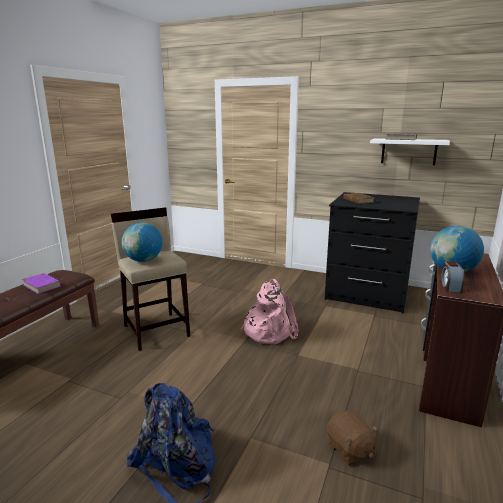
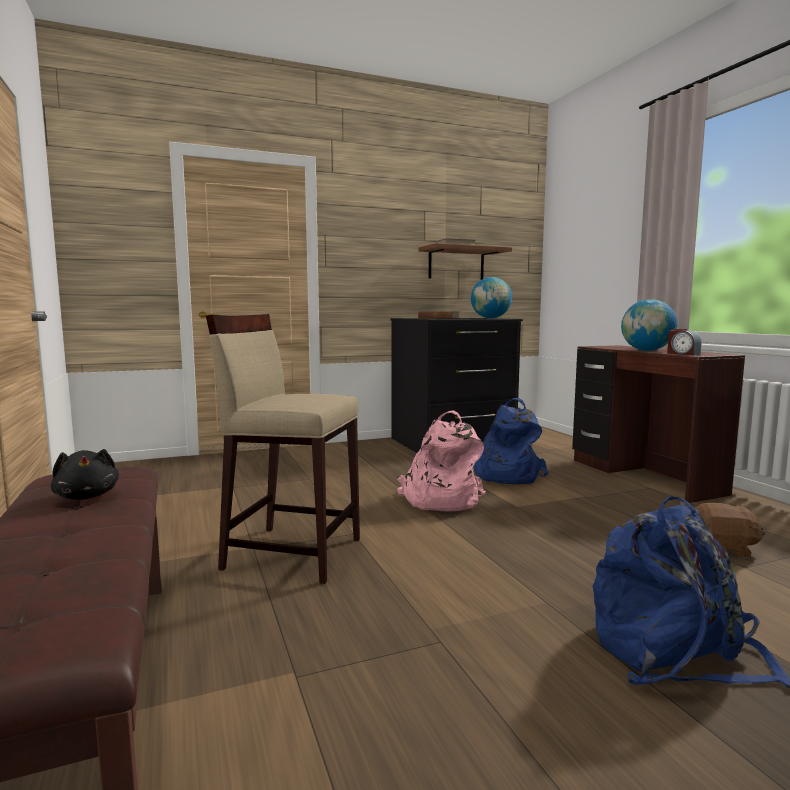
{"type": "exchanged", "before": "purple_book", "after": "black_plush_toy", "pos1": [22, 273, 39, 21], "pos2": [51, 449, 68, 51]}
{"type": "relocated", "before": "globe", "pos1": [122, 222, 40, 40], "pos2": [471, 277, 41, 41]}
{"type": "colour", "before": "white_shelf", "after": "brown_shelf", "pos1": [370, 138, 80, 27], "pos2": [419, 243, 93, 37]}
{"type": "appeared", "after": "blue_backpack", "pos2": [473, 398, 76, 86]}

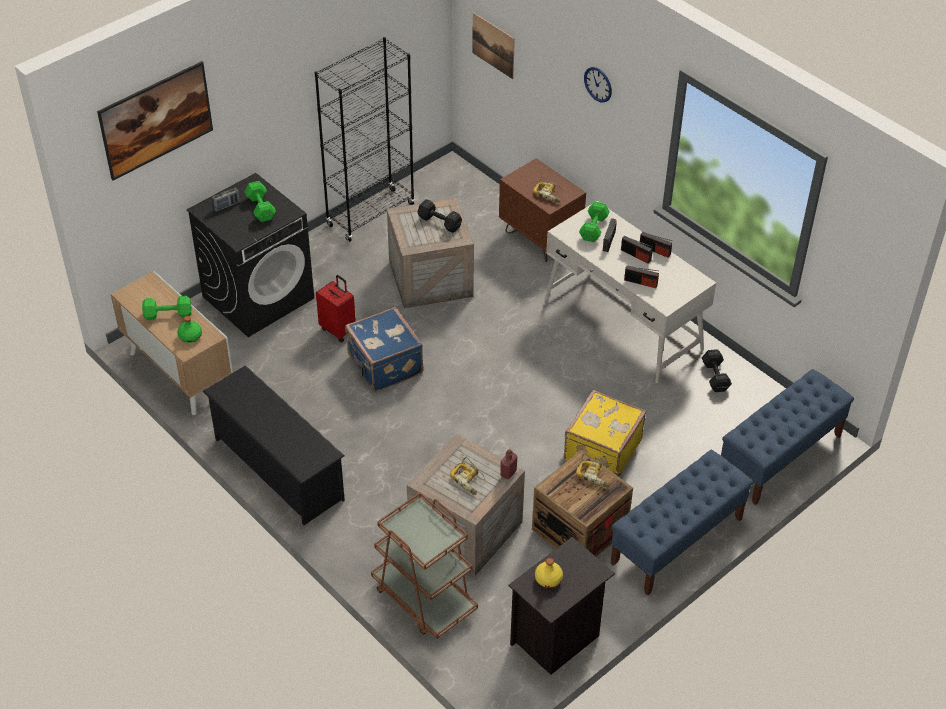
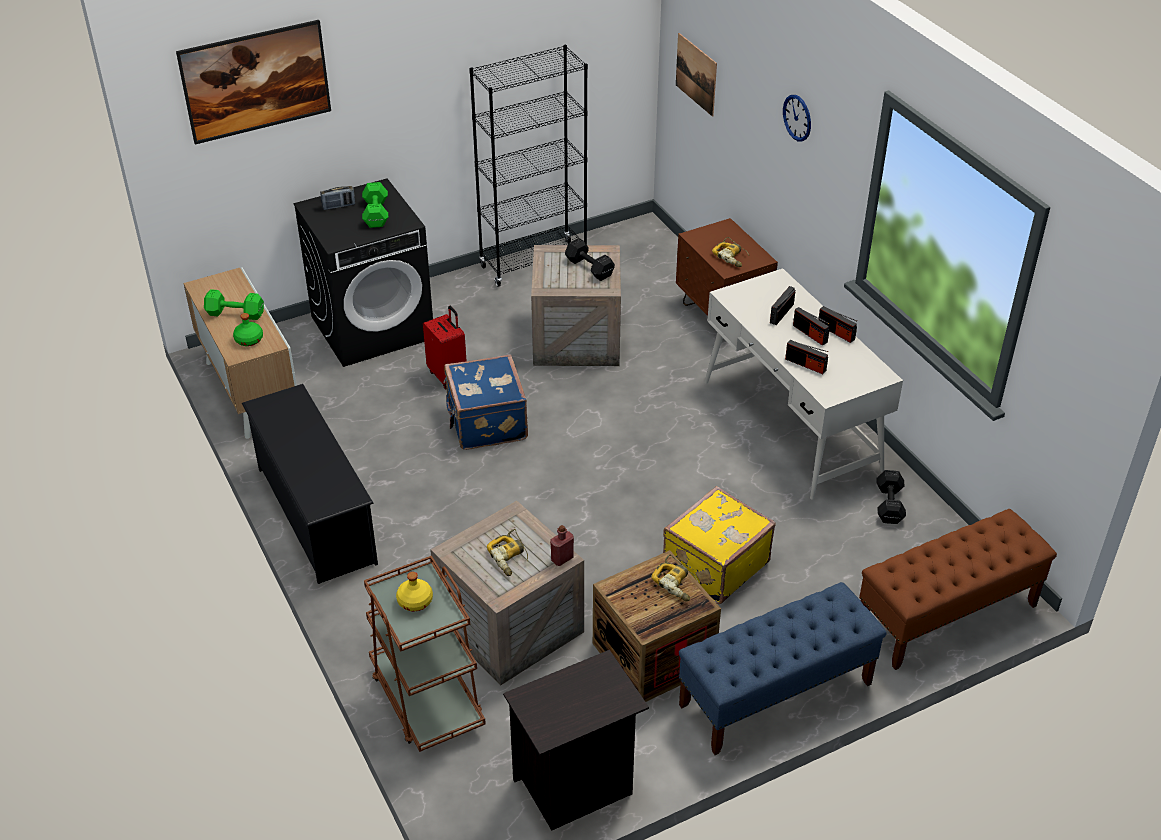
{"type": "relocated", "before": "yellow_bottle", "pos1": [535, 558, 28, 30], "pos2": [396, 572, 37, 40]}
{"type": "missing", "before": "green_dumbbell", "pos1": [579, 201, 31, 41]}
{"type": "colour", "before": "blue_bench", "after": "brown_bench", "pos1": [721, 369, 133, 136], "pos2": [859, 509, 198, 161]}

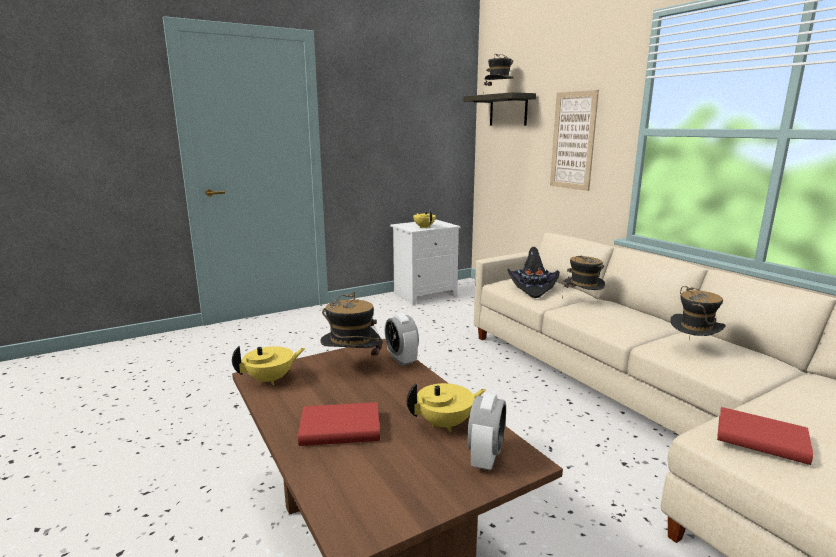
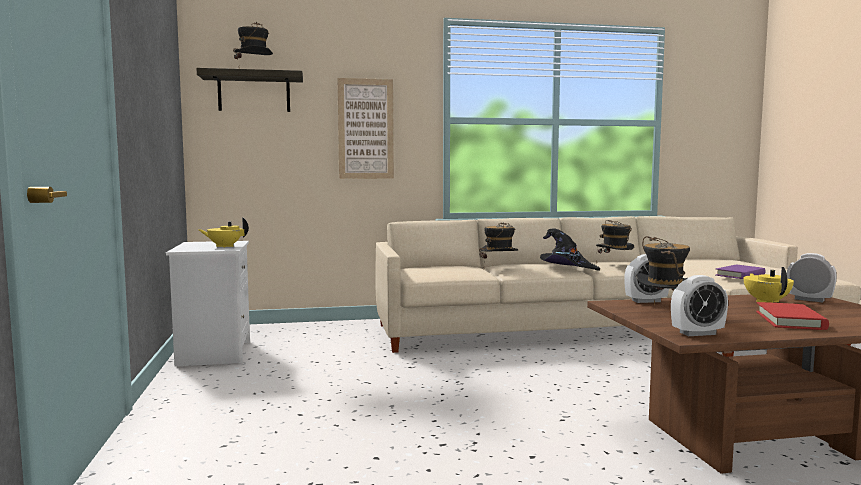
{"type": "exchanged", "before": "yellow_teapot", "after": "alarm_clock", "pos1": [232, 346, 73, 40], "pos2": [671, 275, 57, 61]}
{"type": "relocated", "before": "black_hat", "pos1": [507, 247, 53, 51], "pos2": [540, 228, 60, 43]}
{"type": "colour", "before": "red_book", "after": "purple_book", "pos1": [717, 407, 96, 58], "pos2": [715, 265, 51, 14]}

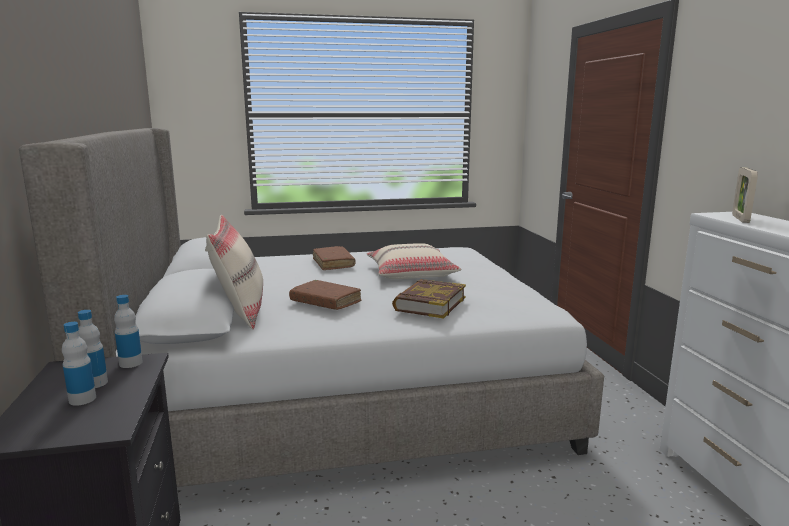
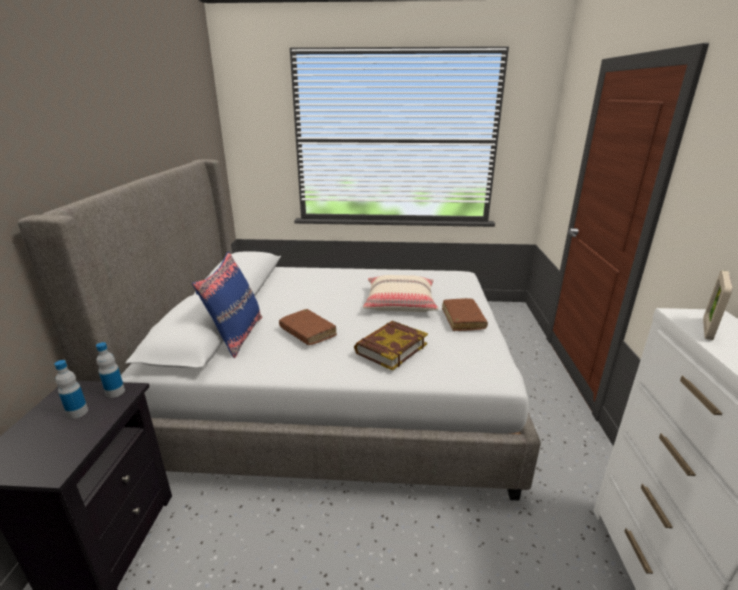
{"type": "missing", "before": "bottle", "pos1": [62, 322, 34, 84]}
{"type": "colour", "before": "beige_pillow", "after": "blue_pillow", "pos1": [205, 215, 58, 114], "pos2": [192, 252, 70, 106]}
{"type": "relocated", "before": "brown_book", "pos1": [313, 246, 43, 24], "pos2": [442, 298, 46, 33]}

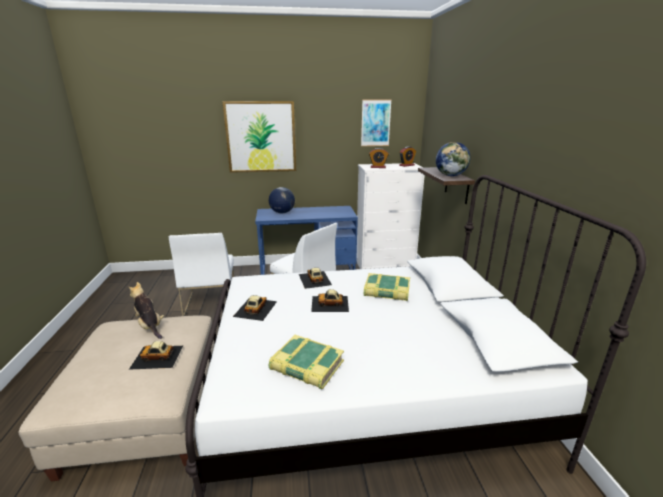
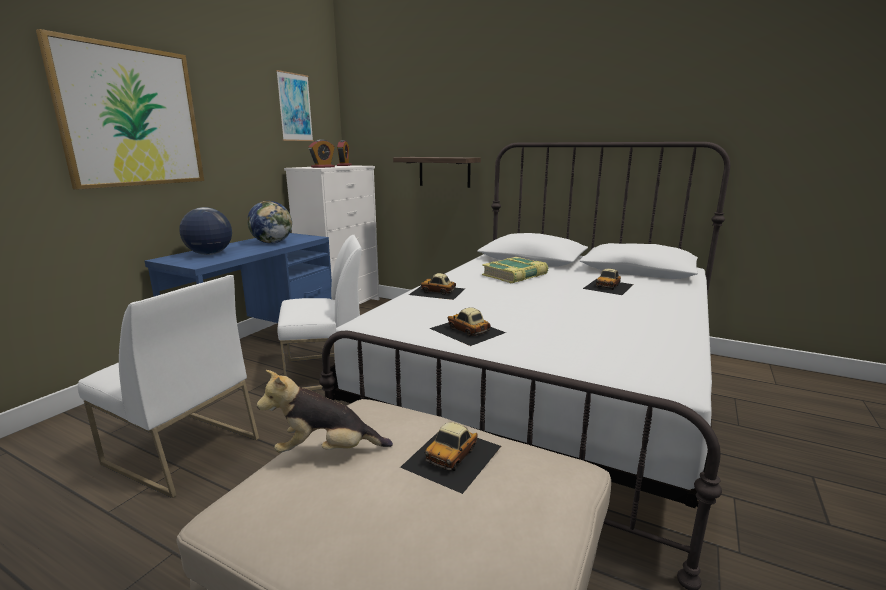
{"type": "missing", "before": "book", "pos1": [269, 335, 75, 54]}
{"type": "relocated", "before": "toy_car", "pos1": [311, 289, 38, 23], "pos2": [583, 269, 51, 26]}
{"type": "relocated", "before": "globe", "pos1": [436, 142, 35, 34], "pos2": [247, 201, 45, 43]}

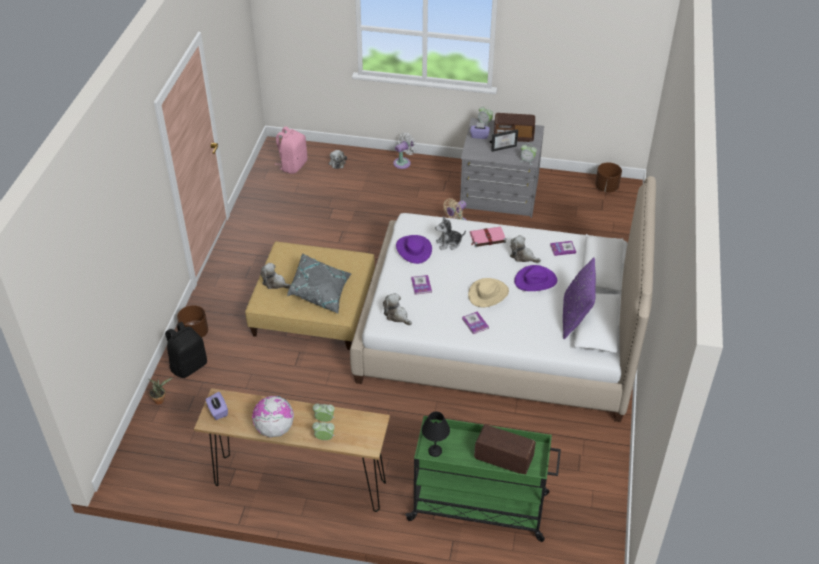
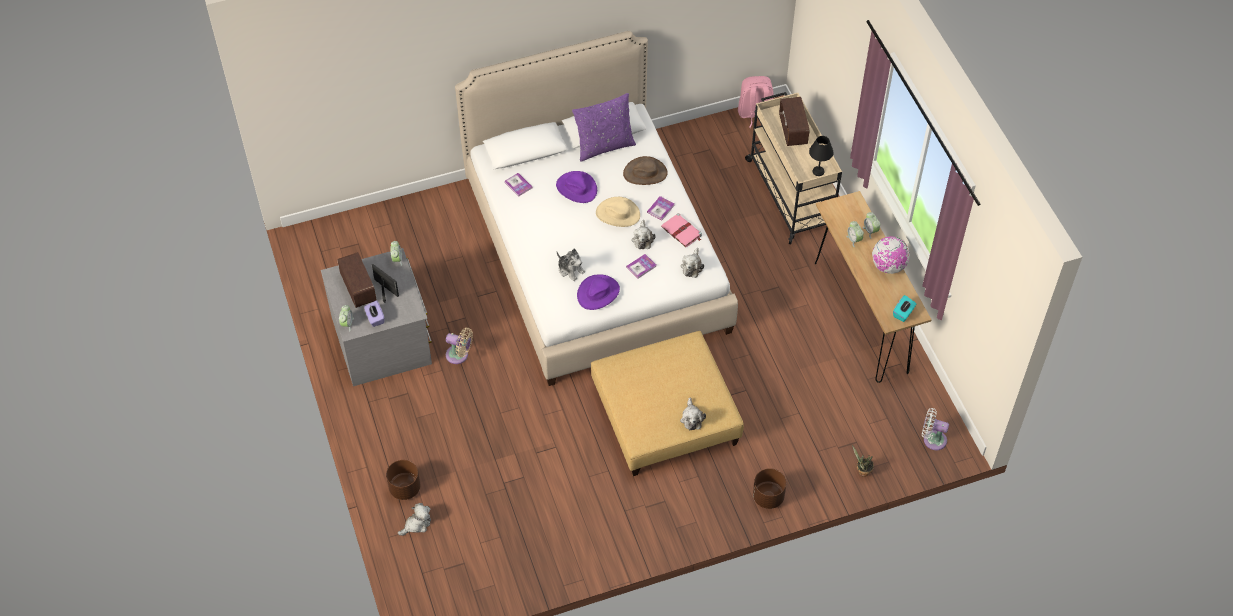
{"type": "missing", "before": "black_backpack", "pos1": [165, 322, 42, 56]}
{"type": "colour", "before": "purple_tissue_box", "after": "turquoise_tissue_box", "pos1": [206, 392, 22, 28], "pos2": [893, 295, 23, 27]}
{"type": "relocated", "before": "pink_backpack", "pos1": [275, 126, 32, 48], "pos2": [738, 76, 36, 52]}
{"type": "missing", "before": "grey_pillow", "pos1": [287, 254, 65, 60]}
{"type": "relocated", "before": "white_fan", "pos1": [393, 133, 24, 36], "pos2": [922, 408, 27, 42]}
{"type": "colour", "before": "green_cart", "after": "beige_cart", "pos1": [405, 416, 156, 126], "pos2": [745, 92, 97, 152]}
{"type": "relocated", "before": "pink_book", "pos1": [470, 227, 36, 20], "pos2": [661, 213, 41, 34]}
{"type": "relocated", "before": "plush_toy", "pos1": [510, 235, 31, 28], "pos2": [631, 220, 25, 29]}
{"type": "relocated", "before": "brown_planter", "pos1": [595, 162, 27, 30], "pos2": [386, 460, 34, 40]}
{"type": "appeared", "after": "brown_hat", "pos2": [623, 156, 45, 29]}

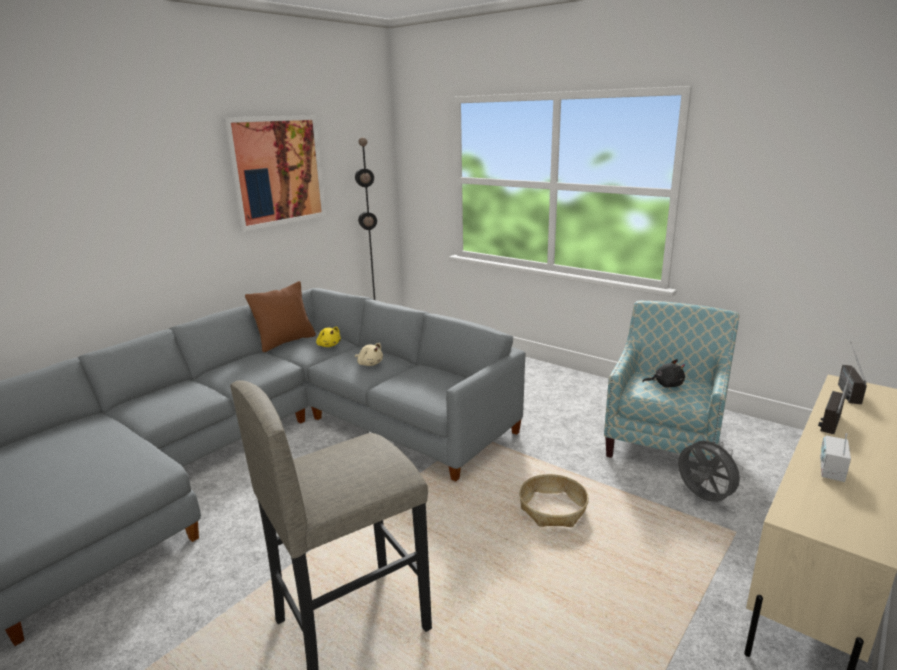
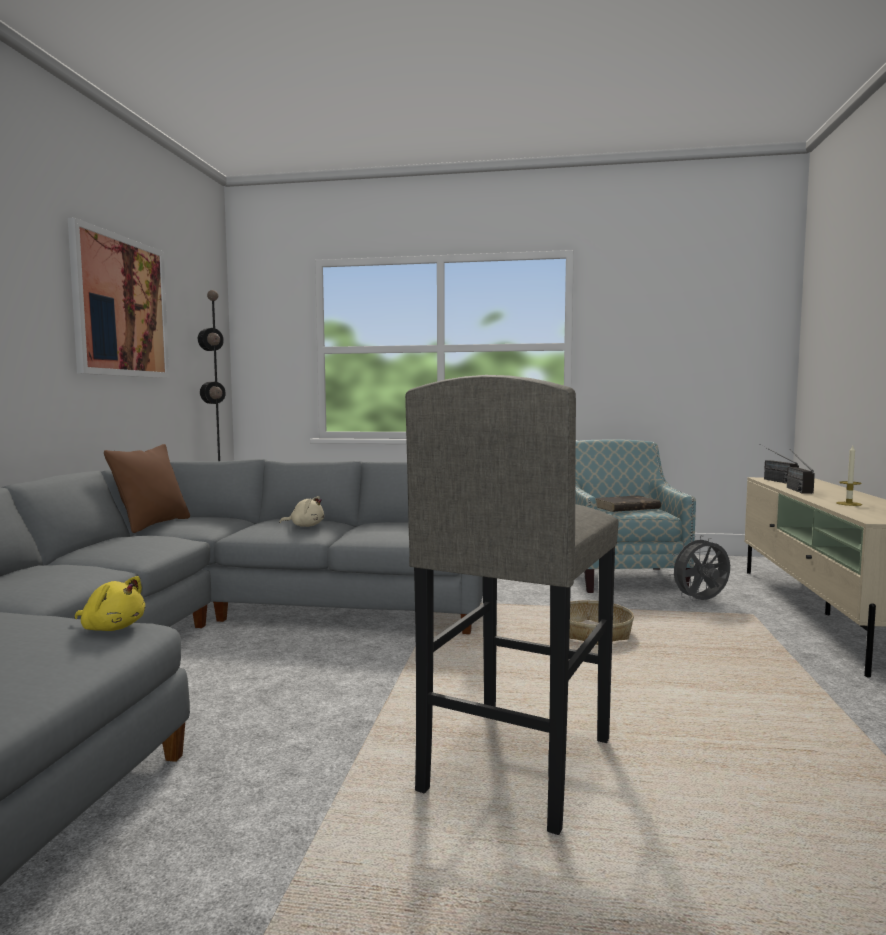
{"type": "relocated", "before": "yellow_plush_toy", "pos1": [316, 327, 25, 20], "pos2": [75, 576, 70, 55]}
{"type": "exchanged", "before": "black_plush_toy", "after": "brown_book", "pos1": [642, 359, 43, 29], "pos2": [595, 495, 66, 17]}
{"type": "spun", "before": "grey_fan", "pos1": [678, 436, 67, 66], "pos2": [669, 535, 61, 66], "turn": -45}
{"type": "exchanged", "before": "radio", "after": "candle", "pos1": [820, 433, 31, 49], "pos2": [836, 446, 26, 60]}

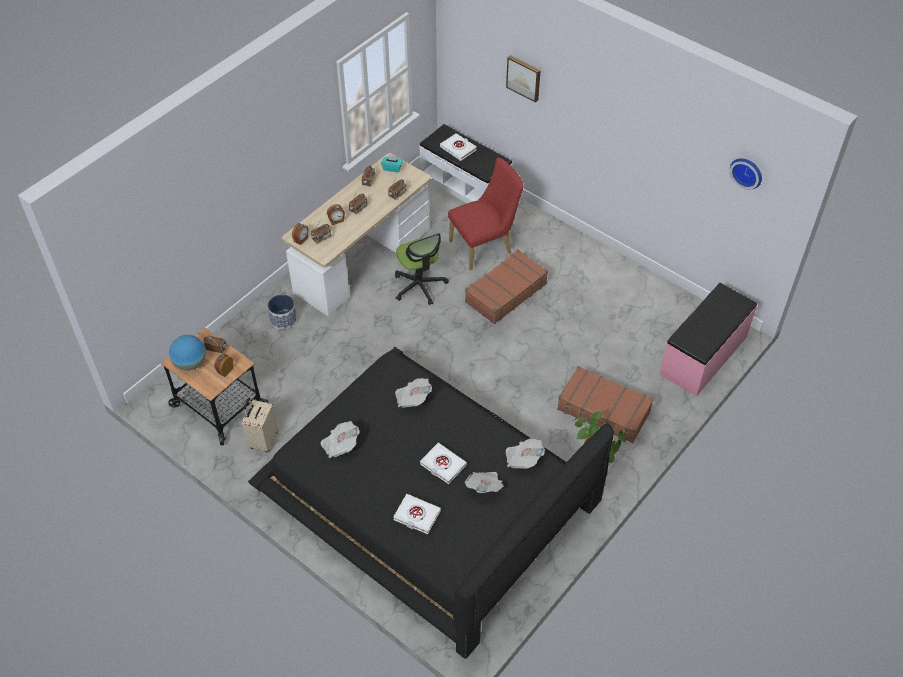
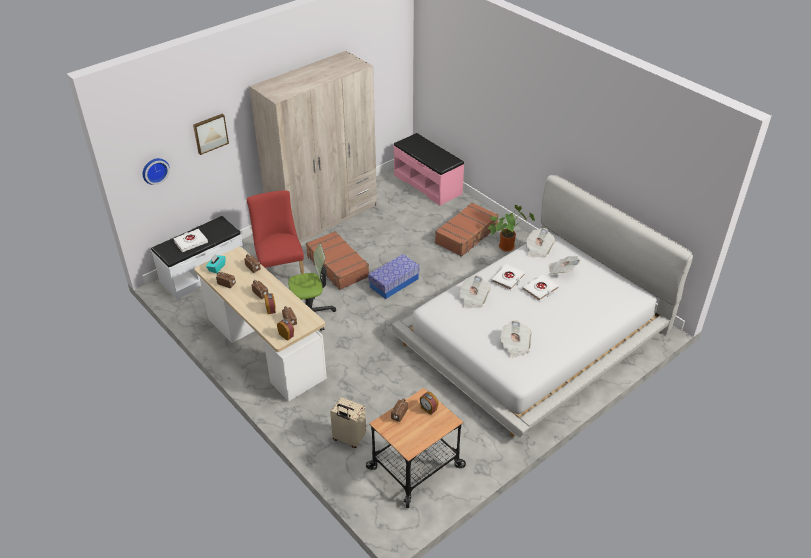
{"type": "missing", "before": "globe", "pos1": [169, 335, 37, 35]}
{"type": "relocated", "before": "beige_suitcase", "pos1": [242, 398, 36, 54], "pos2": [330, 397, 36, 51]}
{"type": "colour", "before": "black_bed", "after": "white_bed", "pos1": [248, 347, 366, 312], "pos2": [392, 175, 301, 263]}
{"type": "missing", "before": "planter", "pos1": [268, 294, 29, 35]}
{"type": "relocated", "before": "white_book", "pos1": [393, 494, 48, 40], "pos2": [491, 264, 34, 27]}
{"type": "relocated", "before": "wall_clock", "pos1": [730, 158, 32, 32], "pos2": [143, 158, 27, 27]}
{"type": "appeared", "after": "beige_wardrobe", "pos2": [249, 51, 128, 192]}
{"type": "appeared", "after": "storage_box", "pos2": [368, 254, 52, 45]}

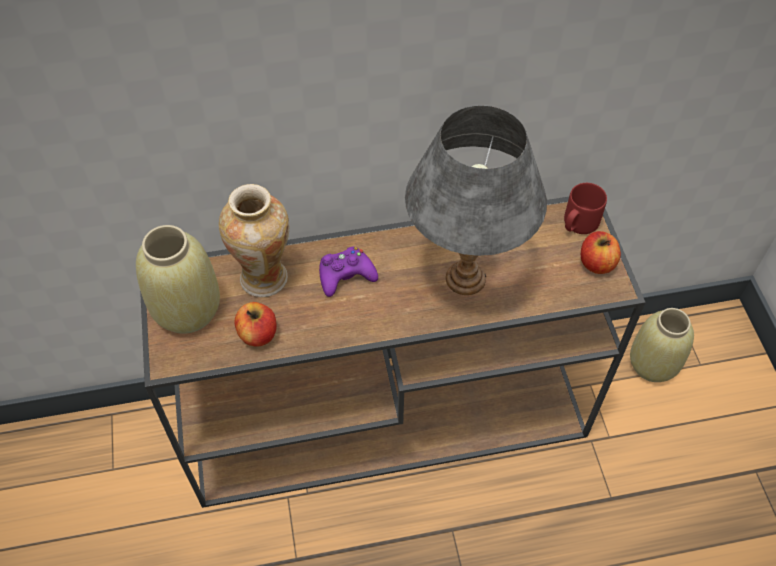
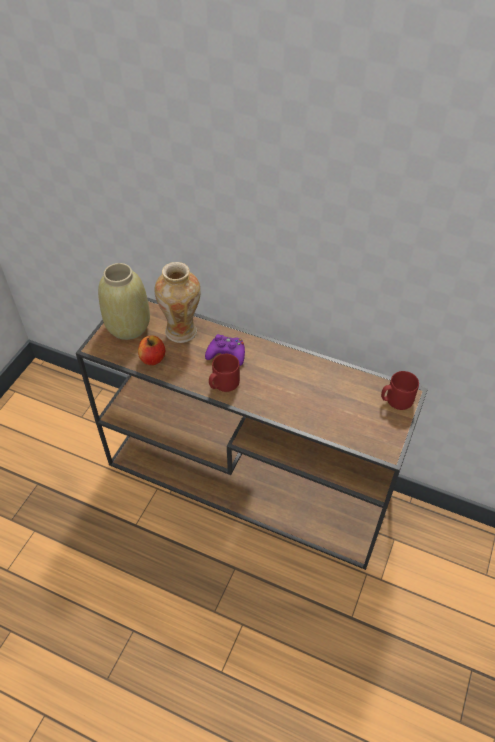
{"type": "missing", "before": "grey_table_lamp", "pos1": [405, 105, 142, 190]}
{"type": "missing", "before": "apple", "pos1": [581, 231, 40, 43]}
{"type": "missing", "before": "beige_vase", "pos1": [630, 308, 64, 74]}
{"type": "appeared", "after": "red_mug", "pos2": [209, 354, 31, 38]}

